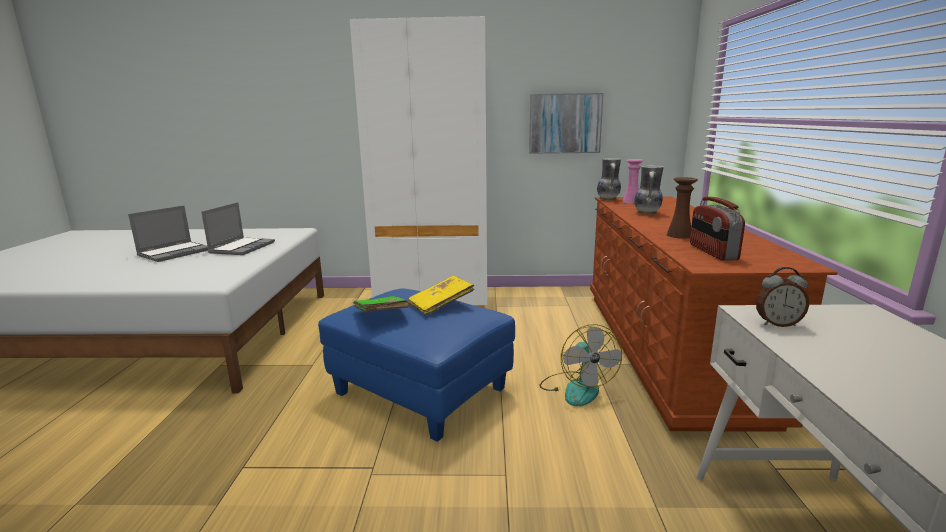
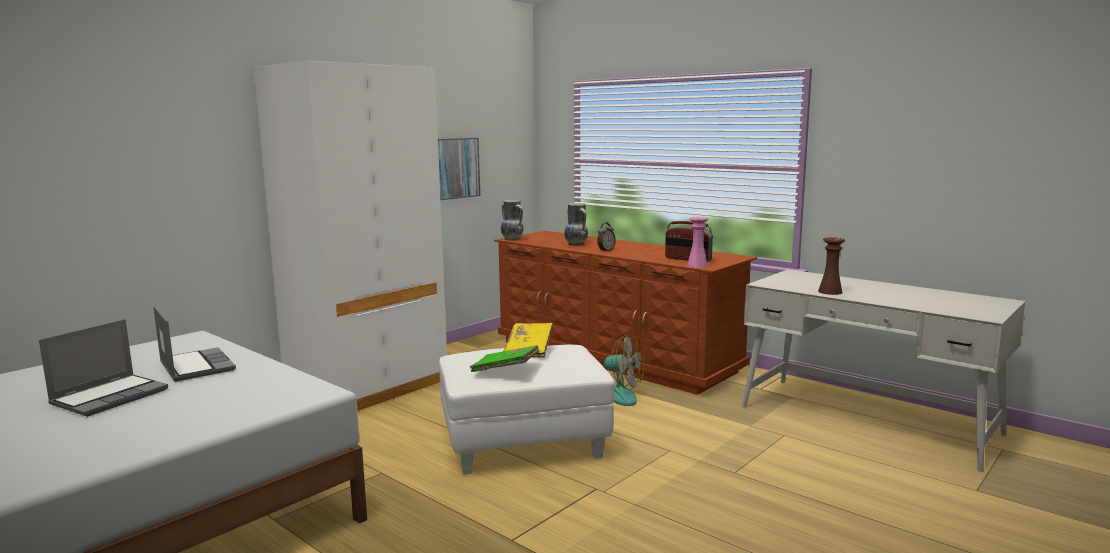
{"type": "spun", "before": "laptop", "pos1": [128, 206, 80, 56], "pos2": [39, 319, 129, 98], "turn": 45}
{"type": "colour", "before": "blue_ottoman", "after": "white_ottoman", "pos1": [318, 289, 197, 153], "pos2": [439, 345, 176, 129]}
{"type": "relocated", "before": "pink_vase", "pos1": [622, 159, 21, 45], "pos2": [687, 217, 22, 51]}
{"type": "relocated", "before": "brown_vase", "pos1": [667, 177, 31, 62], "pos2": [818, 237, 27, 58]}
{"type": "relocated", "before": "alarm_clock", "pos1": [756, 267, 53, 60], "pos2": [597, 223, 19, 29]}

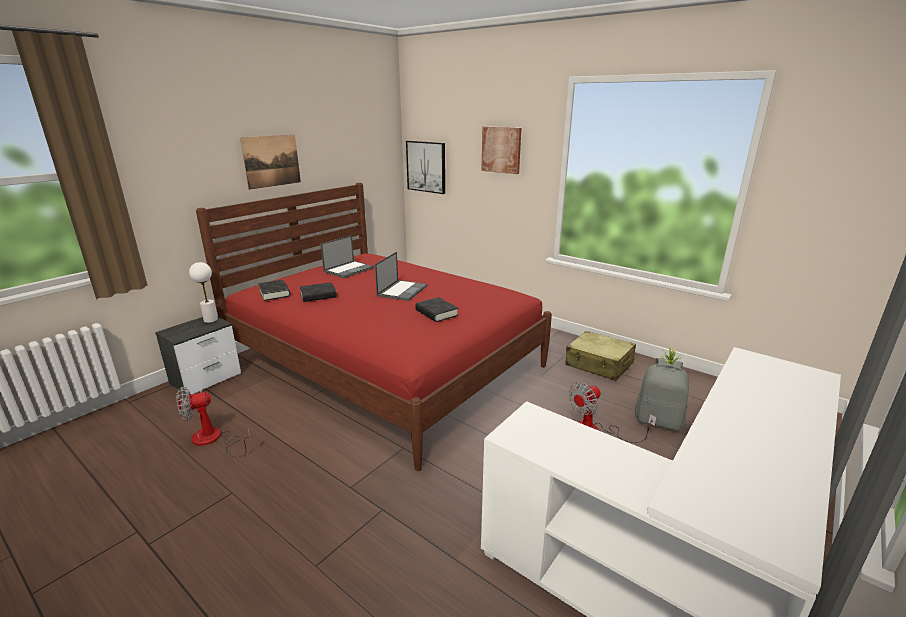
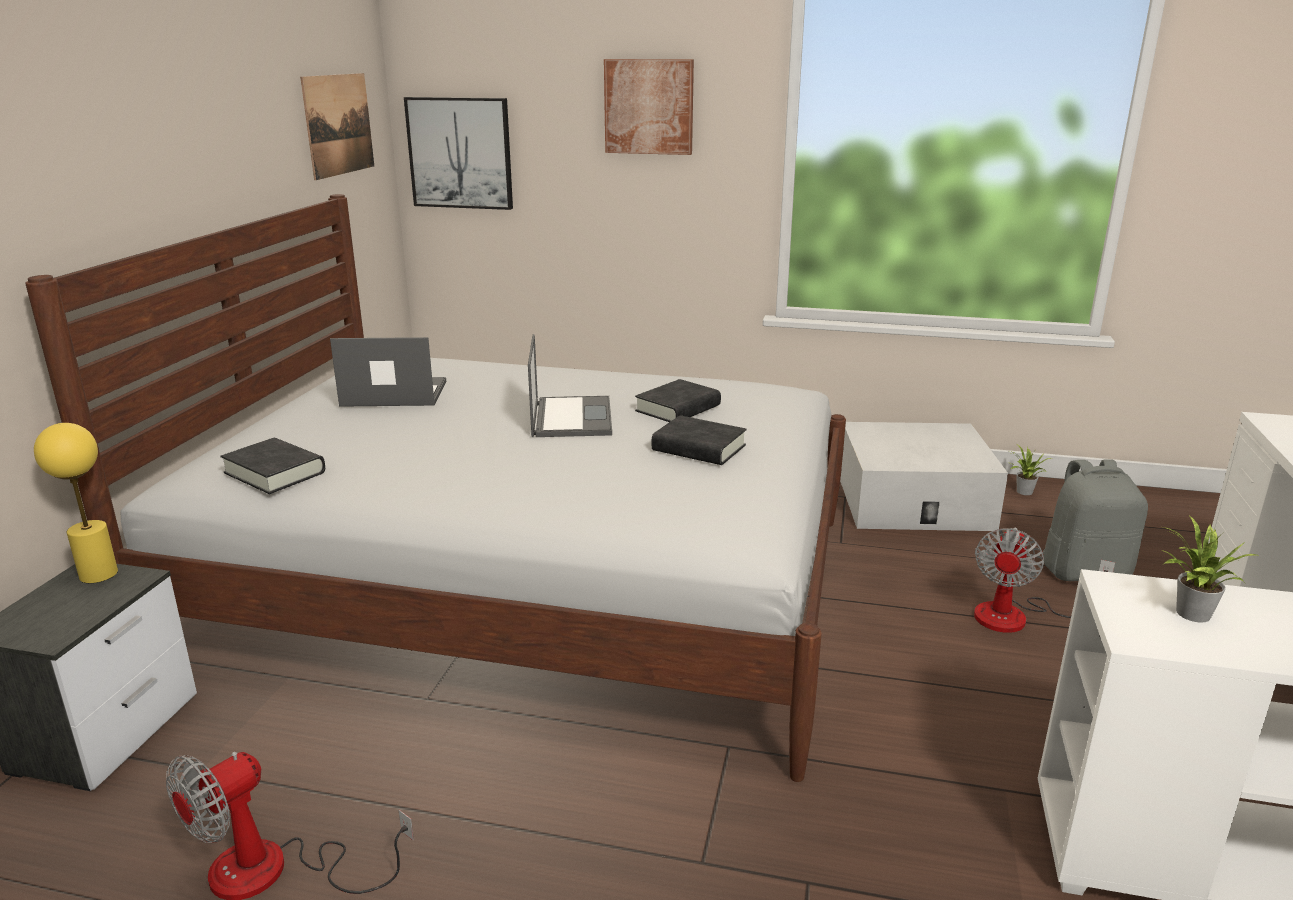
{"type": "colour", "before": "white_table_lamp", "after": "yellow_table_lamp", "pos1": [189, 262, 29, 61], "pos2": [34, 423, 84, 160]}
{"type": "colour", "before": "red_bed", "after": "white_bed", "pos1": [196, 183, 356, 288], "pos2": [25, 194, 821, 588]}
{"type": "relocated", "before": "picture", "pos1": [240, 134, 61, 56], "pos2": [300, 73, 74, 107]}
{"type": "relocated", "before": "black_book", "pos1": [299, 282, 38, 20], "pos2": [635, 379, 86, 43]}
{"type": "spun", "before": "laptop", "pos1": [320, 235, 54, 43], "pos2": [330, 337, 116, 70], "turn": -105}
{"type": "exchanged", "before": "beige_suitcase", "after": "white_storage_box", "pos1": [565, 331, 71, 50], "pos2": [840, 422, 168, 109]}
{"type": "appeared", "after": "potted_plant", "pos2": [1161, 516, 95, 107]}

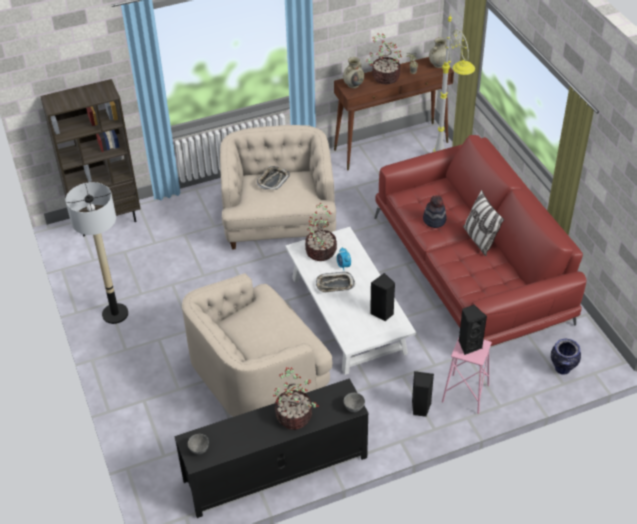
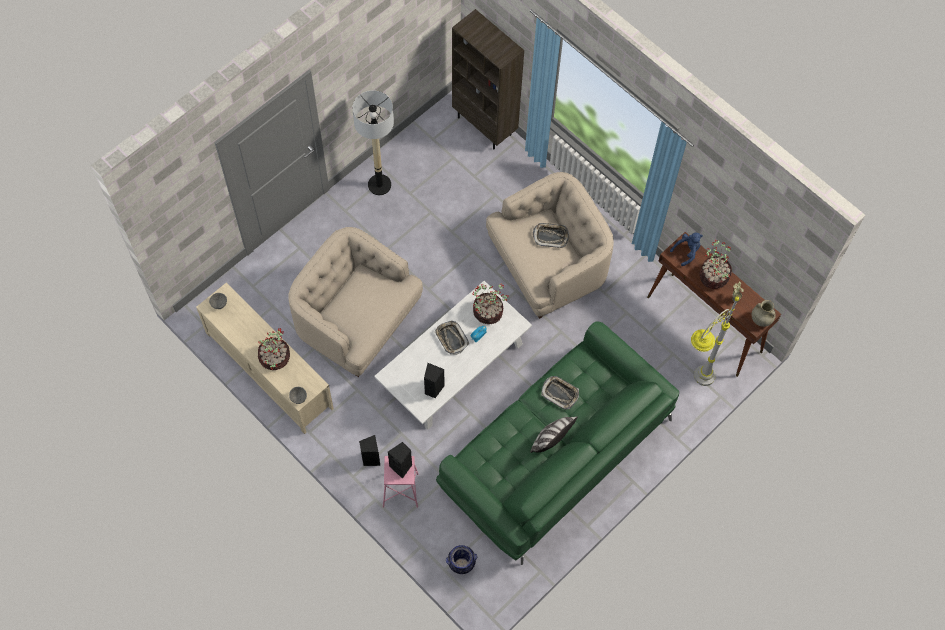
{"type": "colour", "before": "black_tv_stand", "after": "beige_tv_stand", "pos1": [174, 378, 195, 140], "pos2": [196, 283, 138, 151]}
{"type": "exchanged", "before": "beige_vase", "after": "blue_plush_toy", "pos1": [343, 57, 21, 31], "pos2": [670, 233, 33, 33]}
{"type": "colour", "before": "red_sofa", "after": "green_sofa", "pos1": [374, 135, 212, 211], "pos2": [436, 321, 243, 244]}
{"type": "exchanged", "before": "hat", "after": "tray", "pos1": [423, 195, 24, 33], "pos2": [541, 376, 38, 33]}

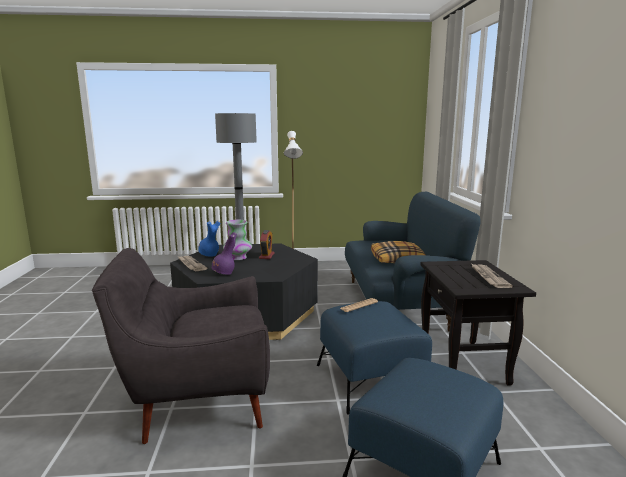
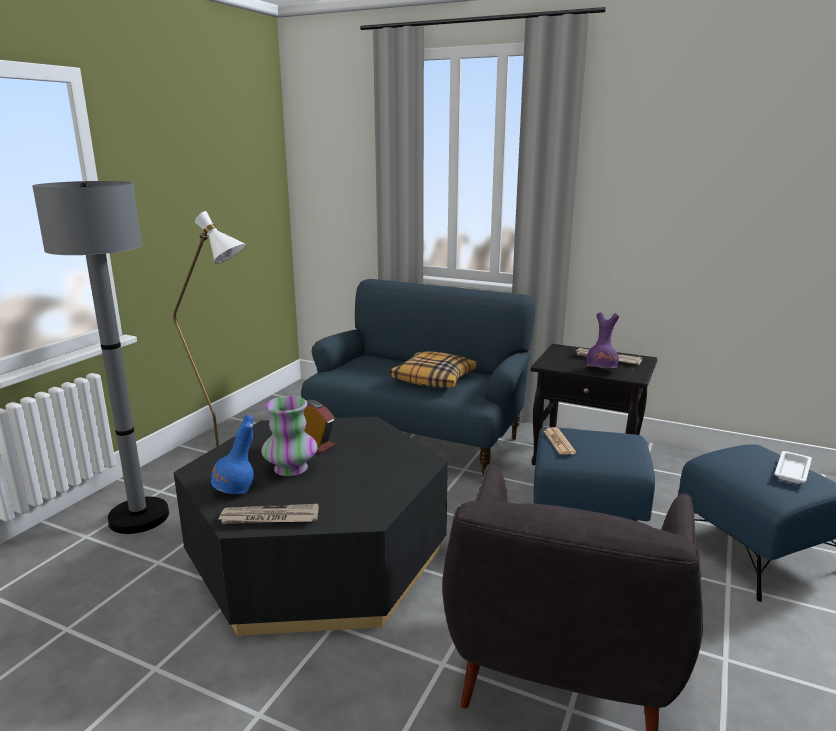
{"type": "relocated", "before": "purple_vase", "pos1": [211, 232, 26, 43], "pos2": [586, 312, 33, 56]}
{"type": "appeared", "after": "white_tray", "pos2": [774, 451, 38, 33]}

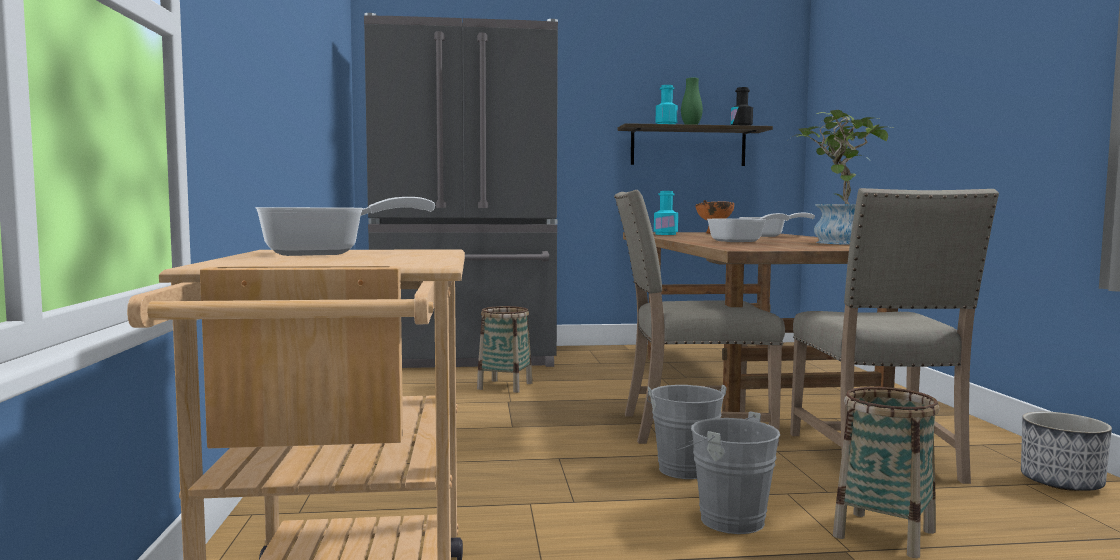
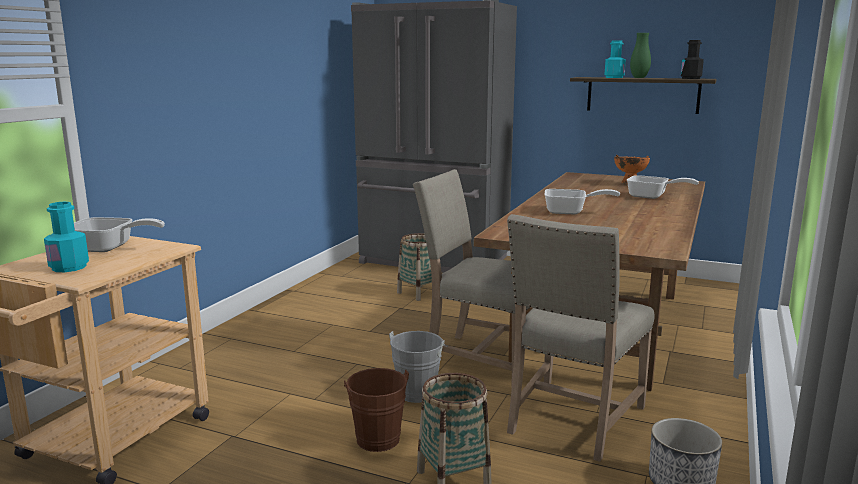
{"type": "relocated", "before": "turquoise_bottle", "pos1": [654, 191, 24, 44], "pos2": [44, 202, 45, 70]}
{"type": "colour", "before": "grey_bucket", "after": "brown_bucket", "pos1": [675, 411, 105, 123], "pos2": [344, 368, 65, 84]}
{"type": "missing", "before": "potted_plant", "pos1": [792, 110, 101, 135]}

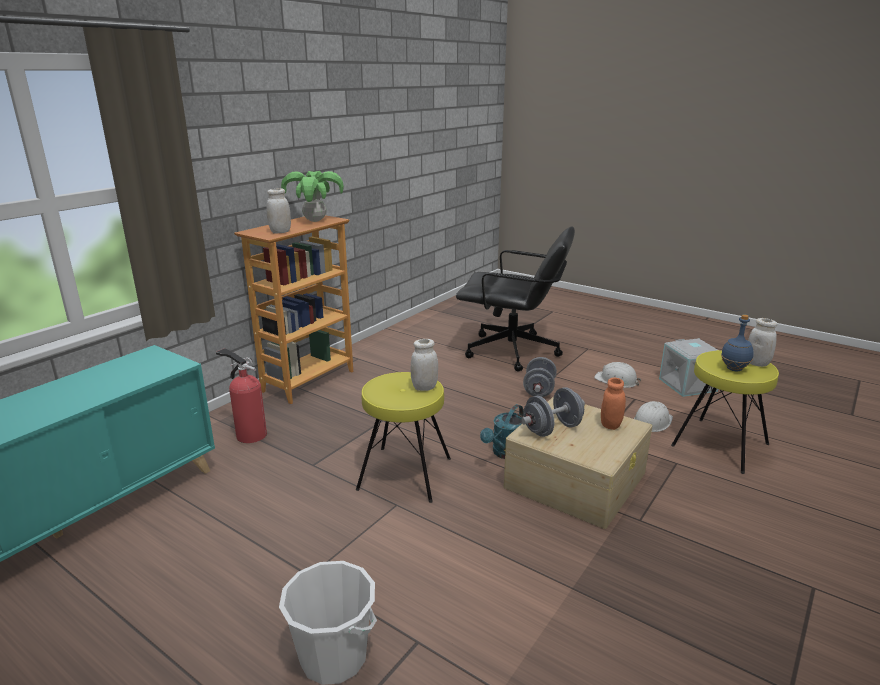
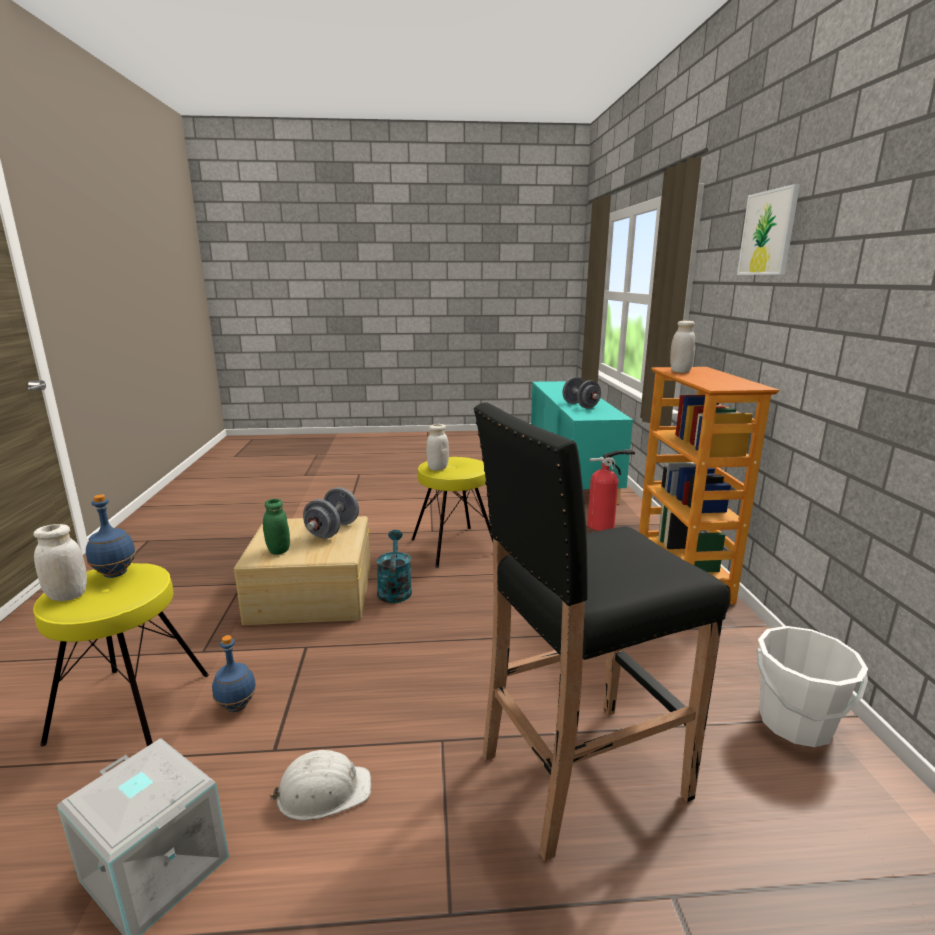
{"type": "relocated", "before": "white_bucket", "pos1": [279, 561, 98, 124], "pos2": [757, 626, 111, 121]}
{"type": "missing", "before": "potted_plant", "pos1": [281, 171, 63, 51]}
{"type": "exchanged", "before": "black_office_chair", "after": "black_stool", "pos1": [456, 226, 119, 145], "pos2": [474, 402, 257, 459]}
{"type": "relocated", "before": "grey_dumbbell", "pos1": [523, 357, 34, 40], "pos2": [562, 377, 39, 32]}
{"type": "colour", "before": "orange_jar", "after": "green_jar", "pos1": [601, 378, 25, 52], "pos2": [263, 499, 27, 56]}
{"type": "exchanged", "before": "white_hard_hat", "after": "blue_bottle", "pos1": [634, 401, 39, 31], "pos2": [212, 635, 44, 77]}
{"type": "appeared", "after": "picture", "pos2": [737, 184, 63, 91]}

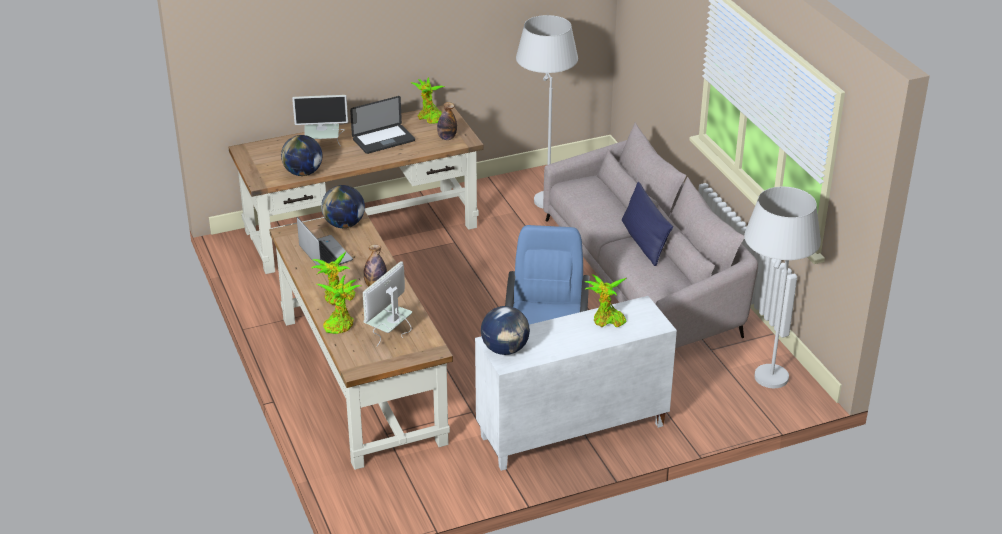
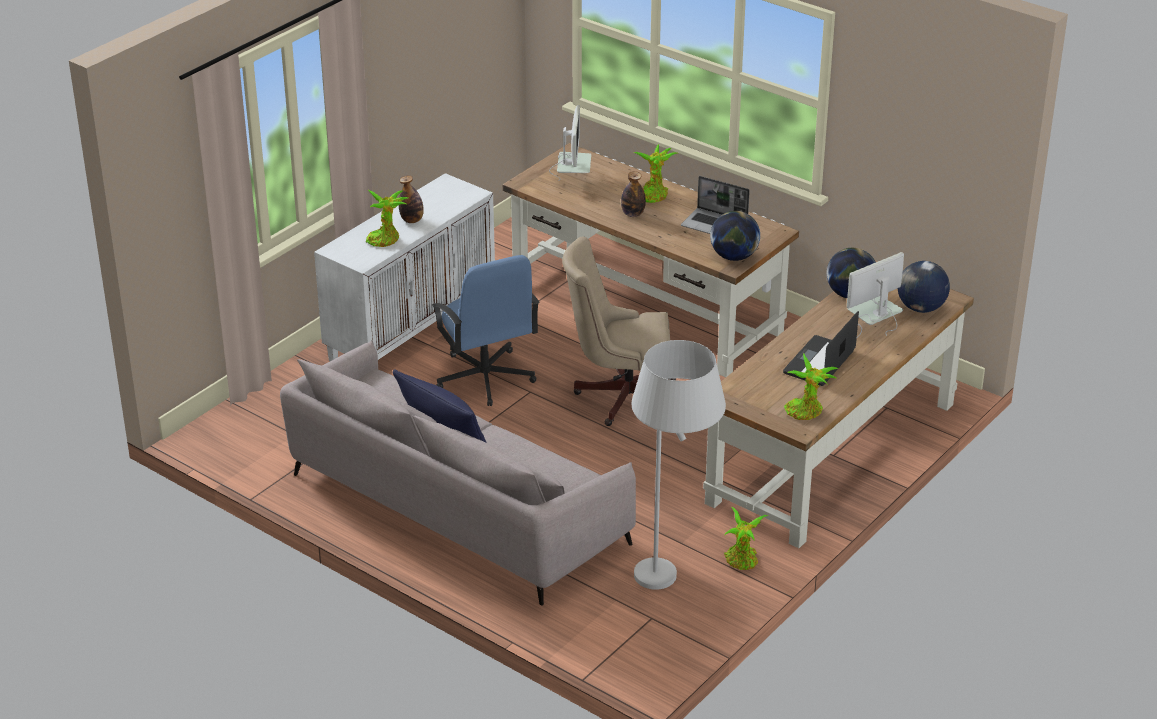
{"type": "relocated", "before": "potted_plant", "pos1": [317, 275, 44, 59], "pos2": [724, 507, 45, 63]}
{"type": "relocated", "before": "bottle", "pos1": [437, 102, 20, 38], "pos2": [399, 175, 25, 48]}
{"type": "relocated", "before": "globe", "pos1": [481, 306, 49, 49], "pos2": [898, 261, 52, 52]}
{"type": "missing", "before": "white_floor_lamp", "pos1": [744, 187, 77, 201]}
{"type": "appeared", "after": "beige_office_chair", "pos2": [562, 237, 114, 189]}

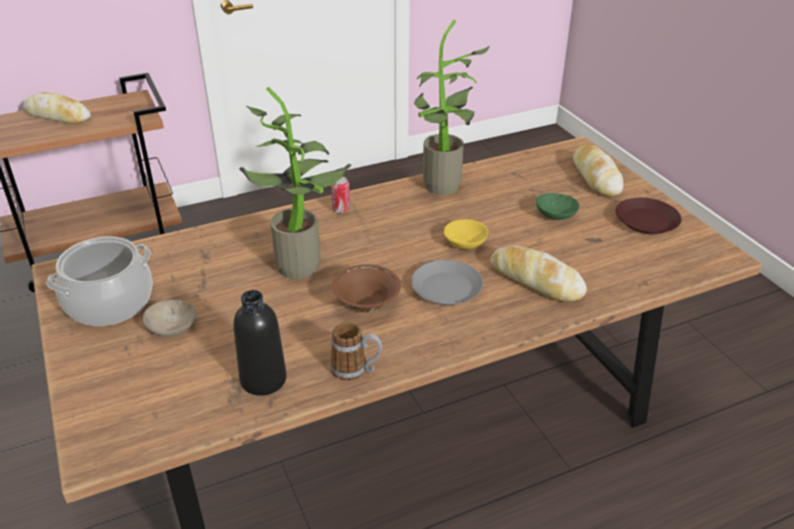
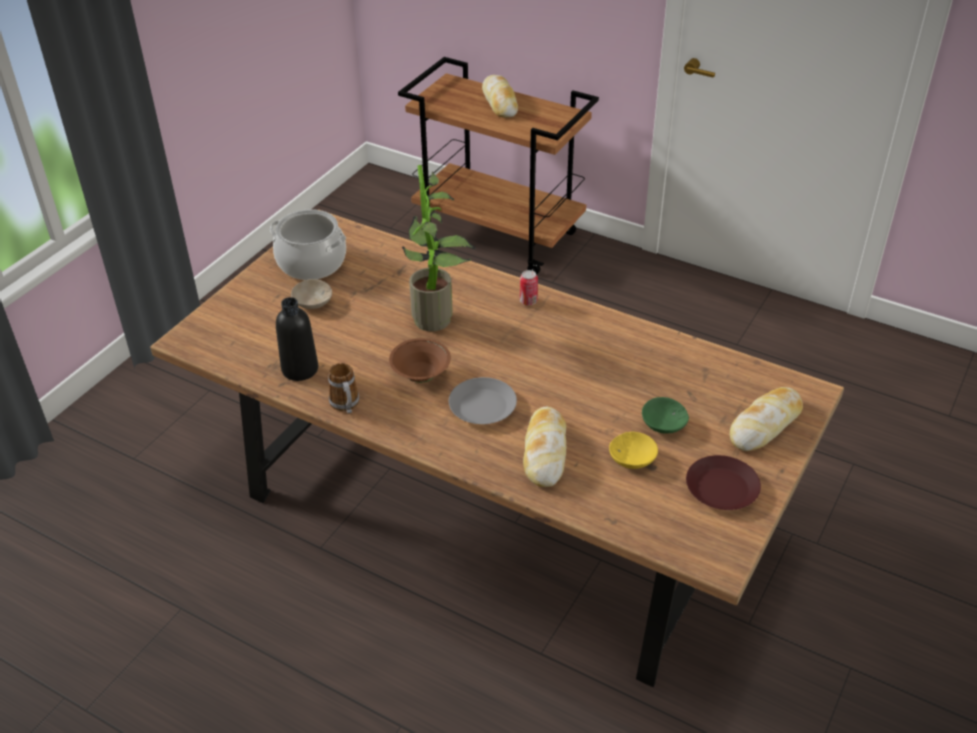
{"type": "missing", "before": "potted_plant", "pos1": [414, 19, 76, 176]}
{"type": "relocated", "before": "yellow_bowl", "pos1": [444, 219, 44, 30], "pos2": [609, 432, 49, 37]}

